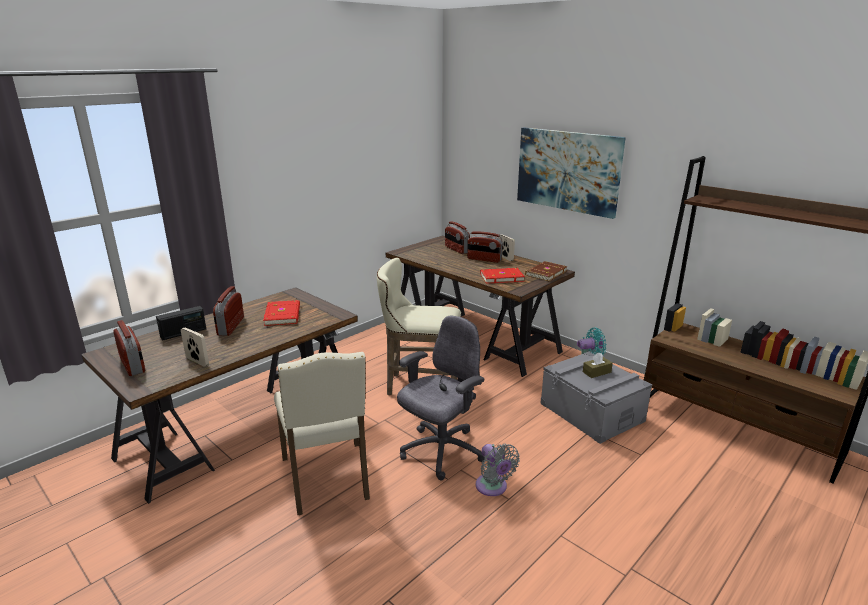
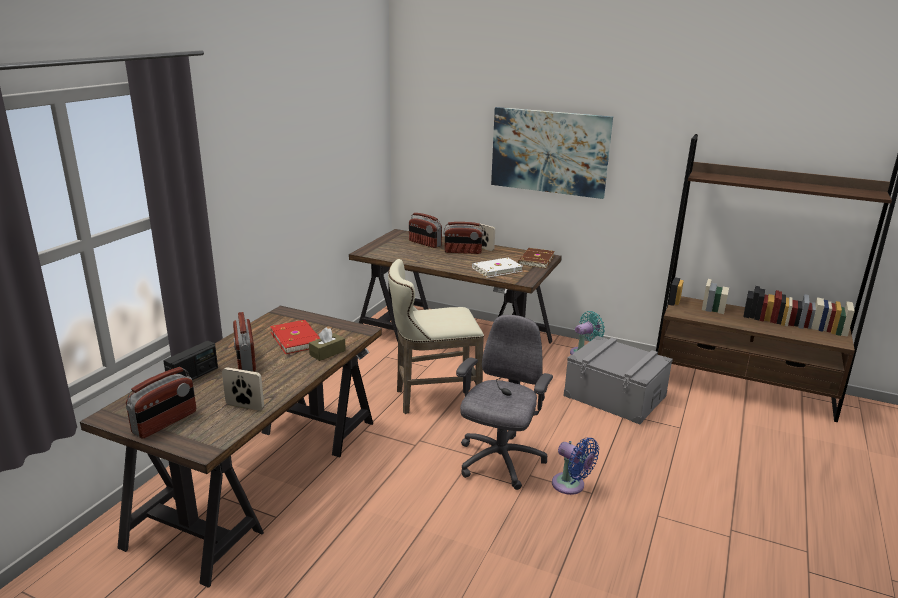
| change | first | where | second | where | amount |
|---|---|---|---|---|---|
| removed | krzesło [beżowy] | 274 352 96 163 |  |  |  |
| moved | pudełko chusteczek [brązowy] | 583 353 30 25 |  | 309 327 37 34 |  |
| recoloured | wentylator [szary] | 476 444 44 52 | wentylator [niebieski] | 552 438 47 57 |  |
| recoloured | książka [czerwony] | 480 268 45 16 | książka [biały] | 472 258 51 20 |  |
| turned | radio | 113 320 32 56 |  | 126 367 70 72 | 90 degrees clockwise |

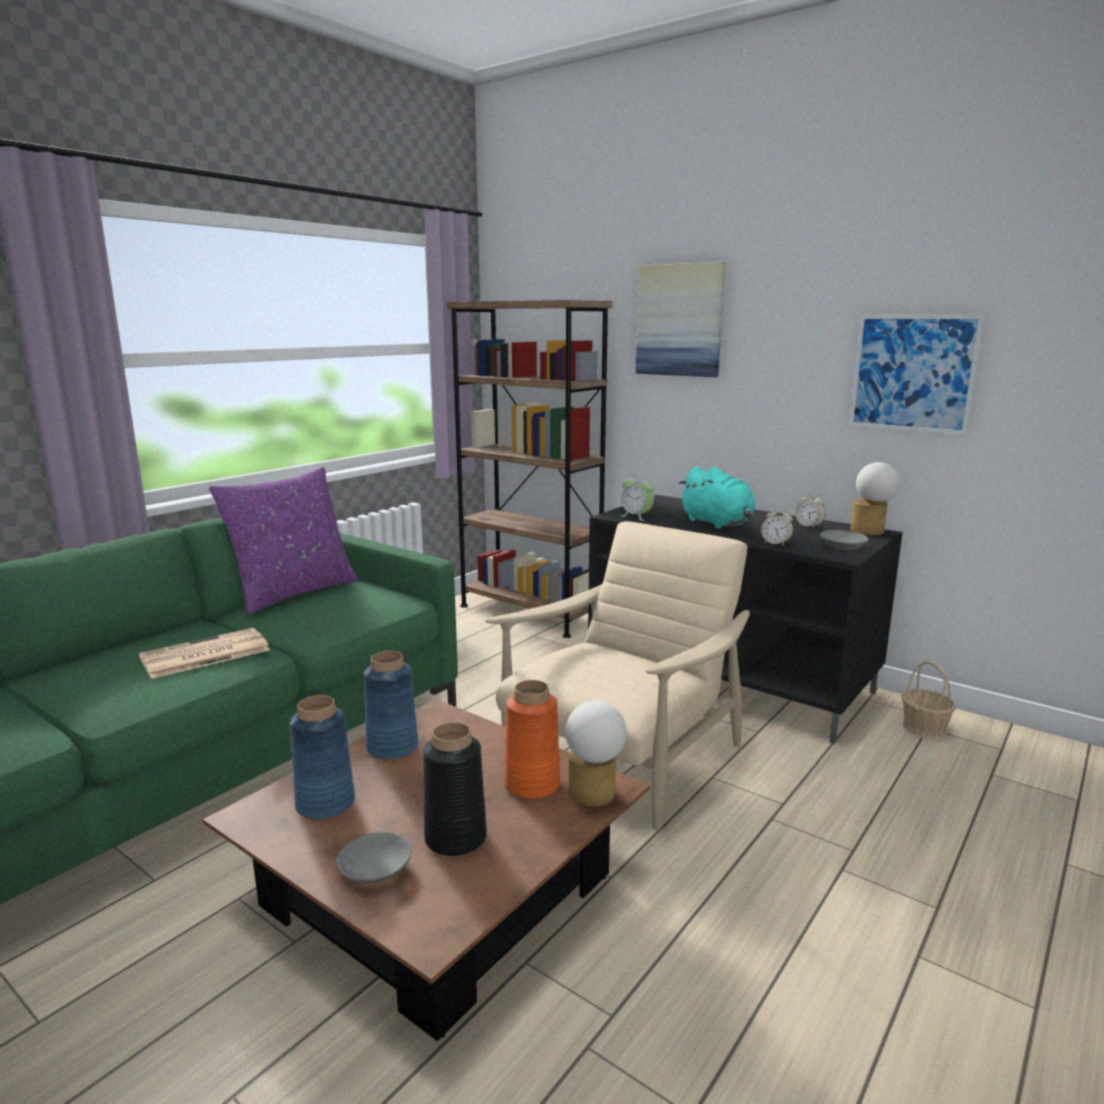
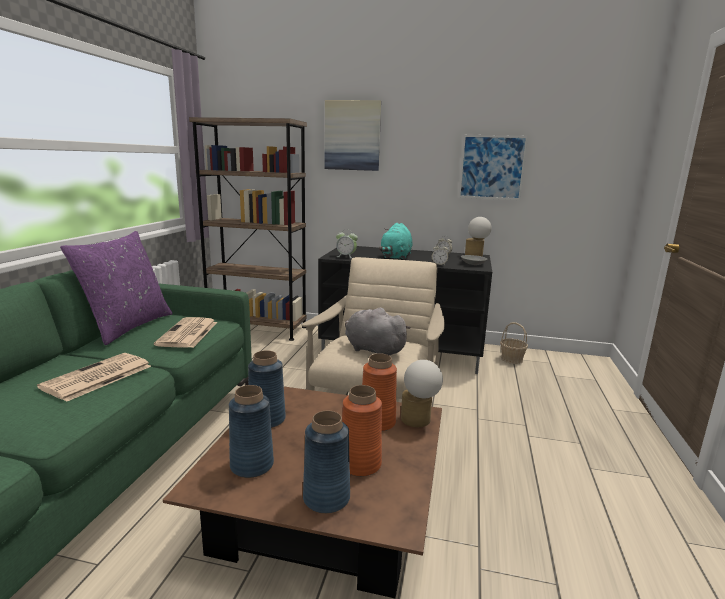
| change | first | where | second | where | amount |
|---|---|---|---|---|---|
| added |  |  | gazeta | 154 317 63 31 |  |
| added |  |  | pluszak [szary] | 345 308 66 48 |  |
| replaced | miska [szary] | 336 832 75 52 | wazon [niebieski] | 303 411 47 103 |  |
| recoloured | wazon [czarny] | 423 722 64 134 | wazon [pomarańczowy] | 342 385 40 92 |  |
| turned | pluszak [turkusowy] | 678 466 77 63 |  | 379 223 34 37 | 75 degrees clockwise |

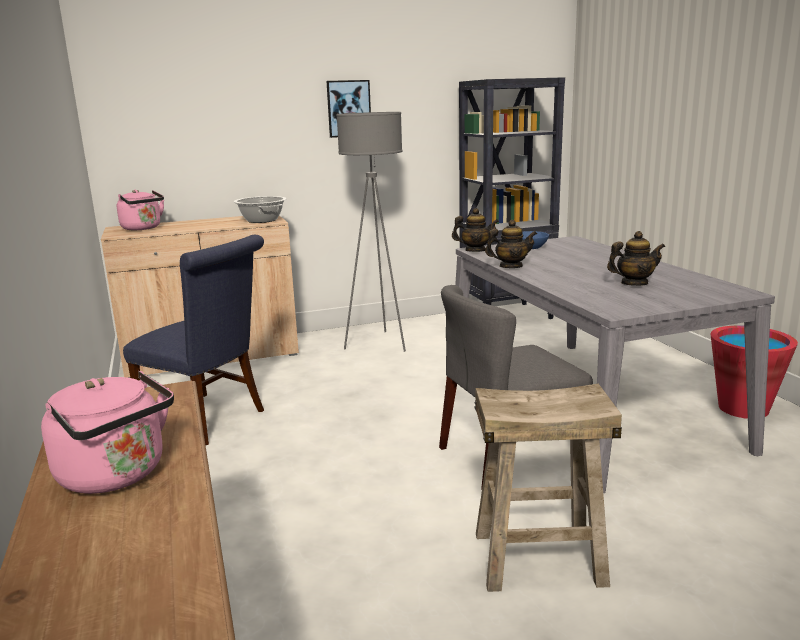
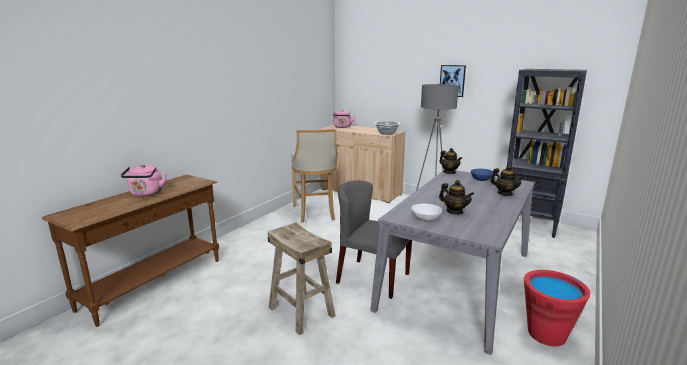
| change | first | where | second | where | amount |
|---|---|---|---|---|---|
| added |  |  | miska [biały] | 411 204 31 17 |  |
| moved | imbryk | 485 220 52 48 |  | 490 165 34 31 |  |
| replaced | krzesło [niebieski] | 123 235 141 210 | stołek [beżowy] | 291 129 47 94 |  |

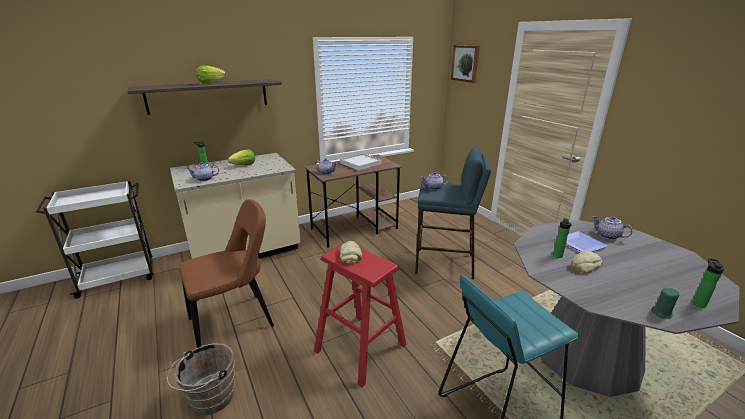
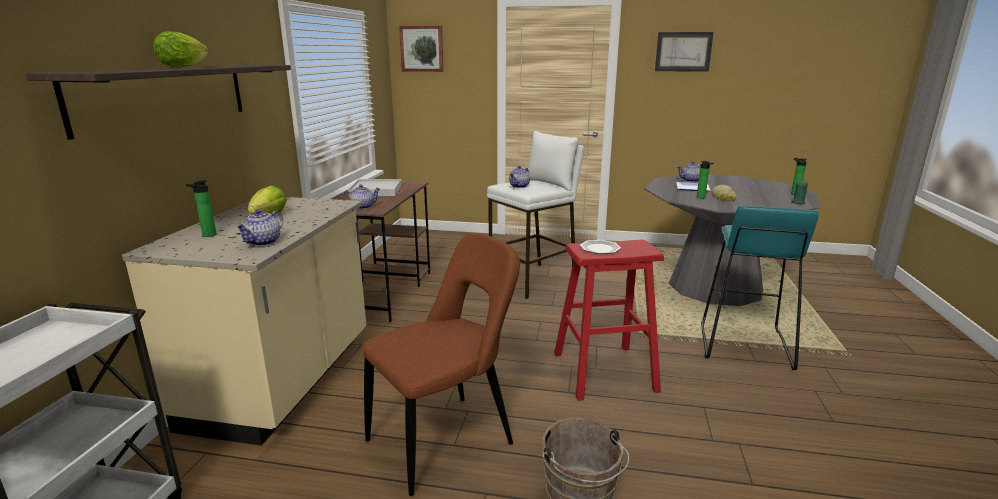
| change | first | where | second | where | amount |
|---|---|---|---|---|---|
| added |  |  | obraz | 655 32 59 40 |  |
| replaced | chleb | 340 241 22 23 | talerz | 580 240 41 14 |  |
| recoloured | stołek [niebieski] | 415 146 76 133 | stołek [biały] | 487 131 97 168 |  |
| turned | krzesło [brązowy] | 179 199 95 149 |  | 363 233 157 263 | 45 degrees clockwise |

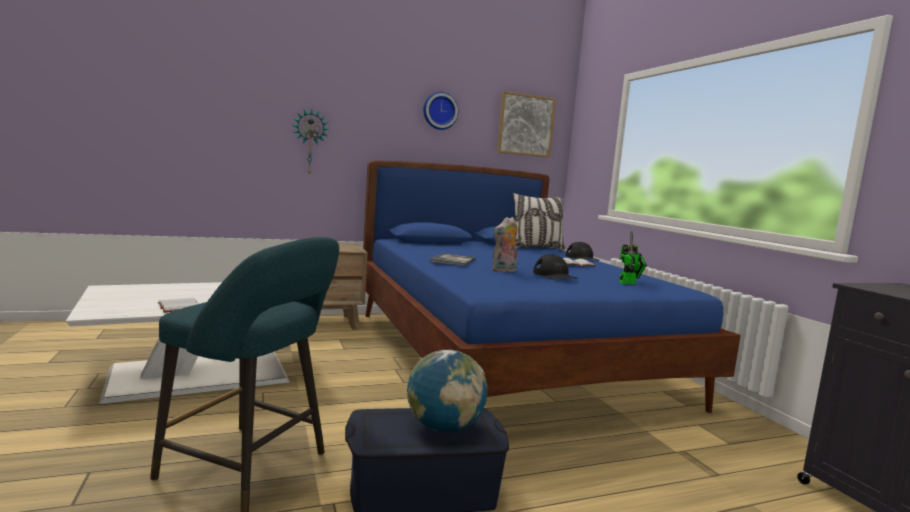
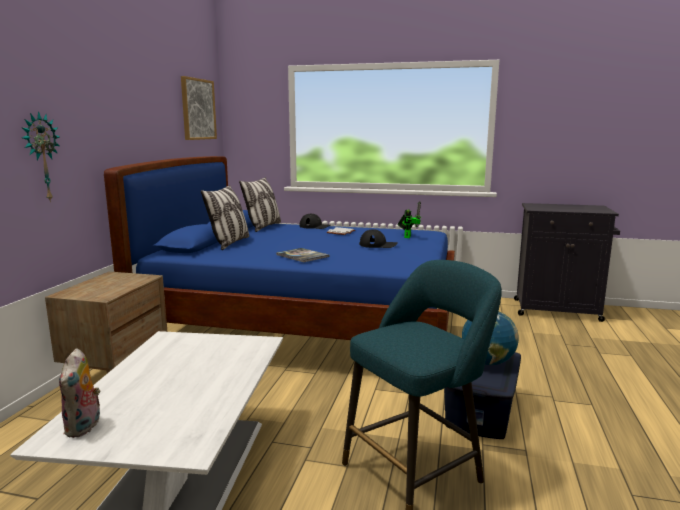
| change | first | where | second | where | amount |
|---|---|---|---|---|---|
| removed | książka [biały] | 158 298 41 15 |  |  |  |
| removed | zegar ścienny | 423 92 35 38 |  |  |  |
| added |  |  | poduszka | 201 185 48 65 |  |
| moved | pluszak | 492 217 25 55 |  | 59 348 41 90 |  |

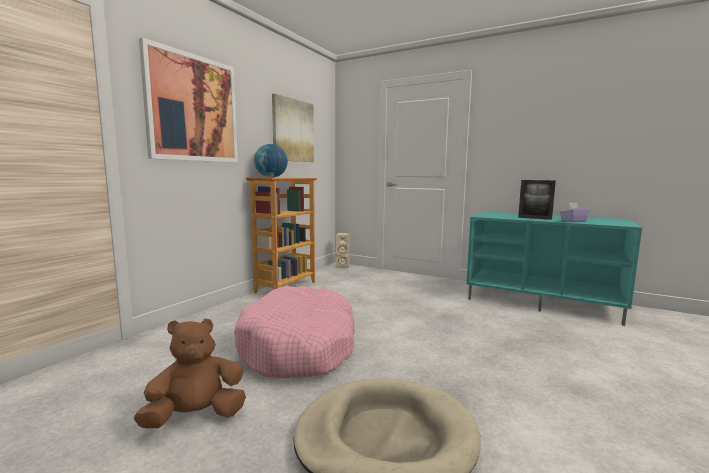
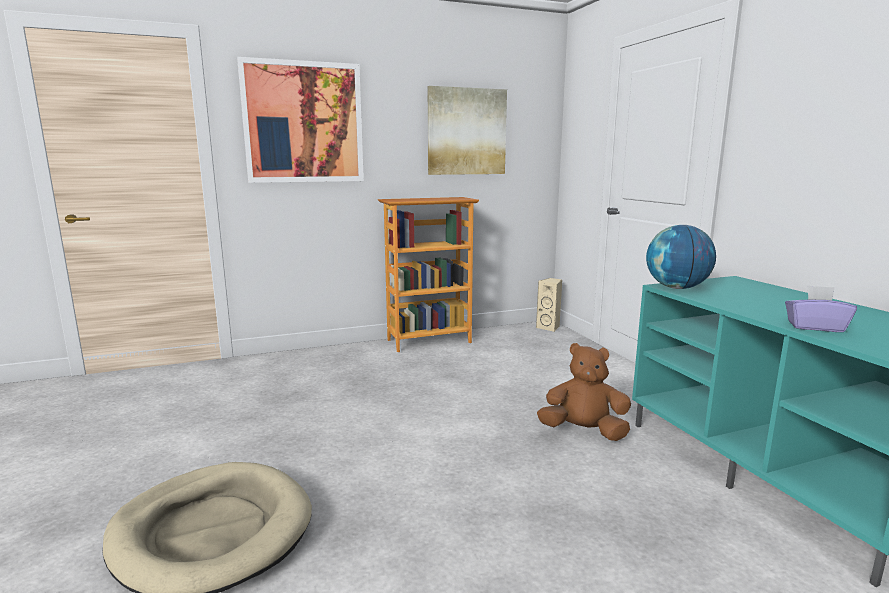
| change | first | where | second | where | amount |
|---|---|---|---|---|---|
| removed | legowisko [różowy] | 234 286 120 92 |  |  |  |
| removed | ramka na zdjęcie | 518 180 38 40 |  |  |  |
| moved | pluszak [brązowy] | 134 318 112 110 |  | 537 343 94 98 |  |
| moved | globus | 254 144 34 34 |  | 646 225 70 64 |  |

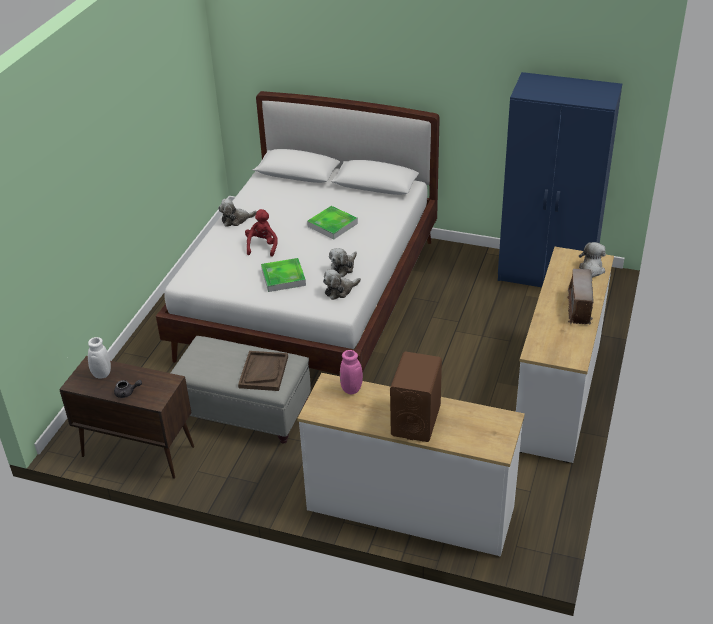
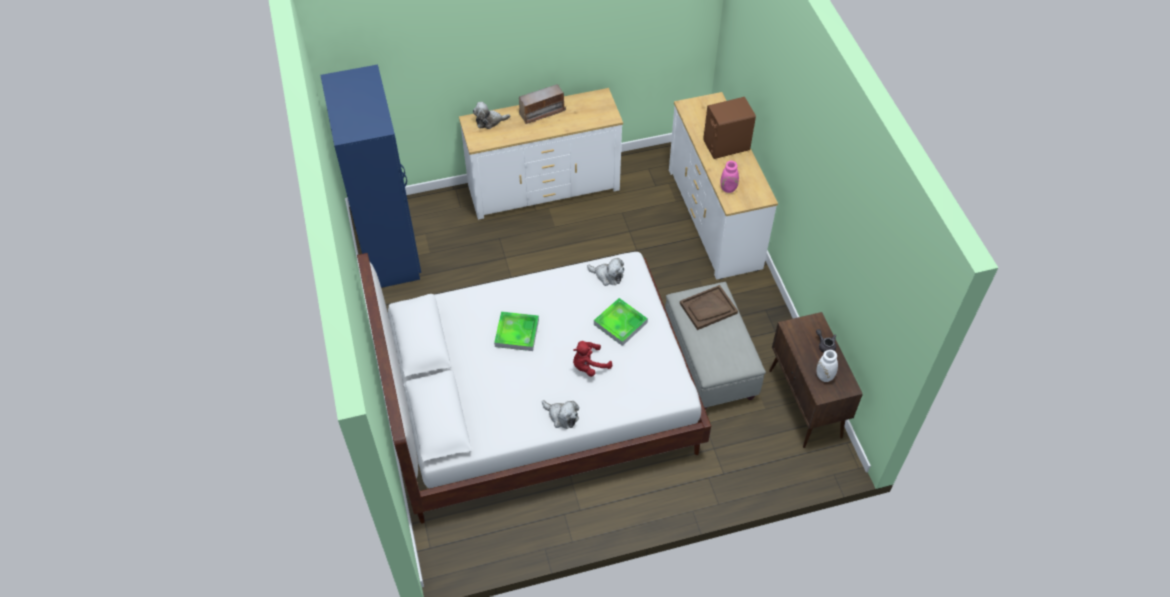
| change | first | where | second | where | amount |
|---|---|---|---|---|---|
| removed | pluszak | 329 248 28 29 |  |  |  |

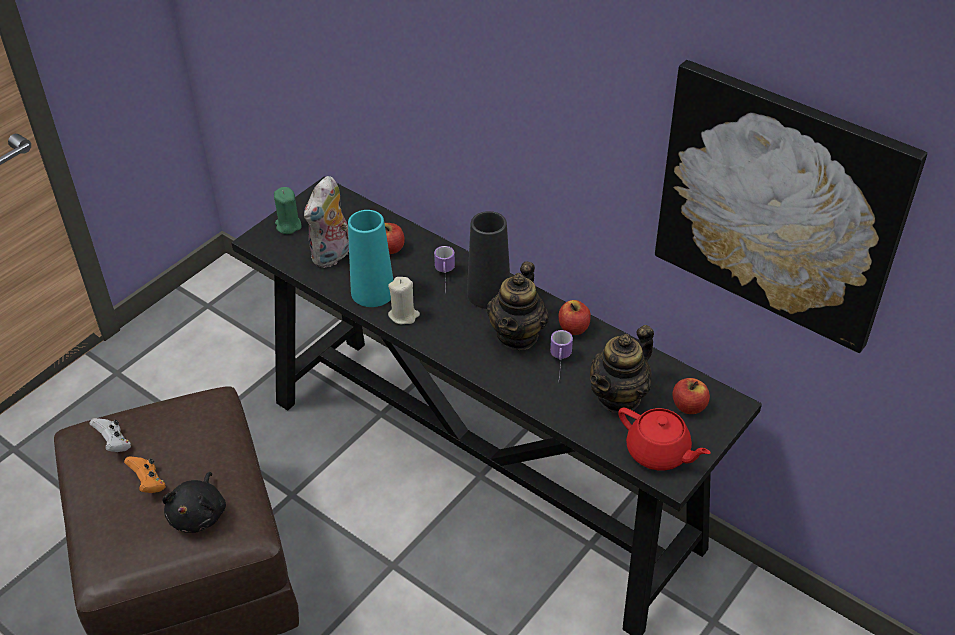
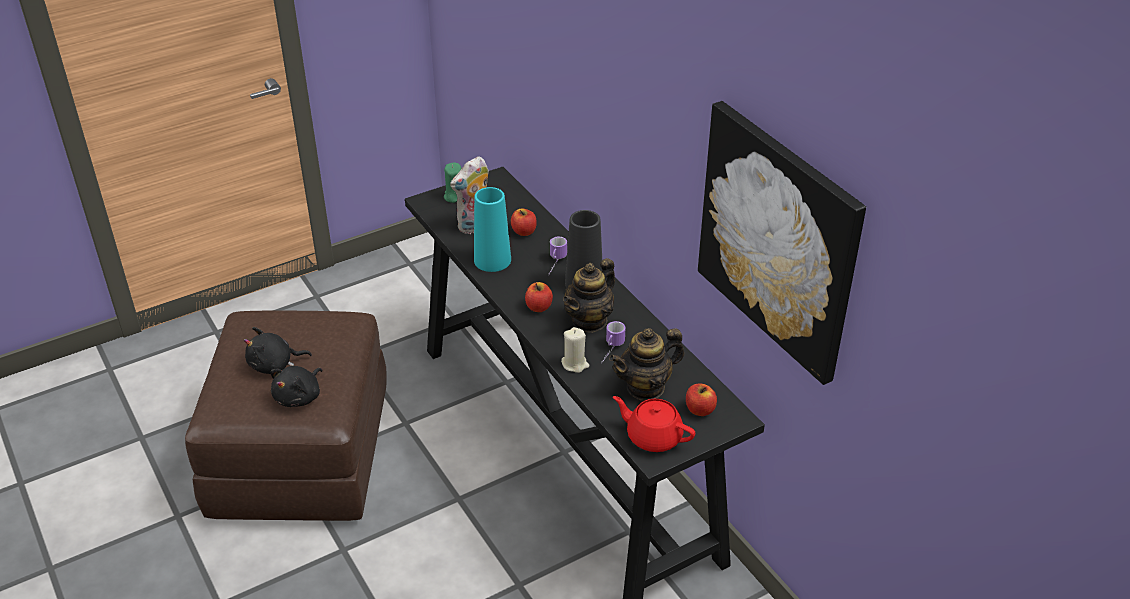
| change | first | where | second | where | amount |
|---|---|---|---|---|---|
| removed | pad do gier [biały] | 90 418 41 34 |  |  |  |
| moved | świeca [beżowy] | 388 277 32 47 |  | 561 327 28 46 |  |
| moved | jabłko | 558 300 33 35 |  | 525 282 28 30 |  |
| replaced | pad do gier [pomarańczowy] | 124 456 42 37 | pluszak [czarny] | 244 327 68 47 |  |
| turned | imbryk [czerwony] | 618 408 93 62 |  | 613 396 82 56 | 150 degrees clockwise |

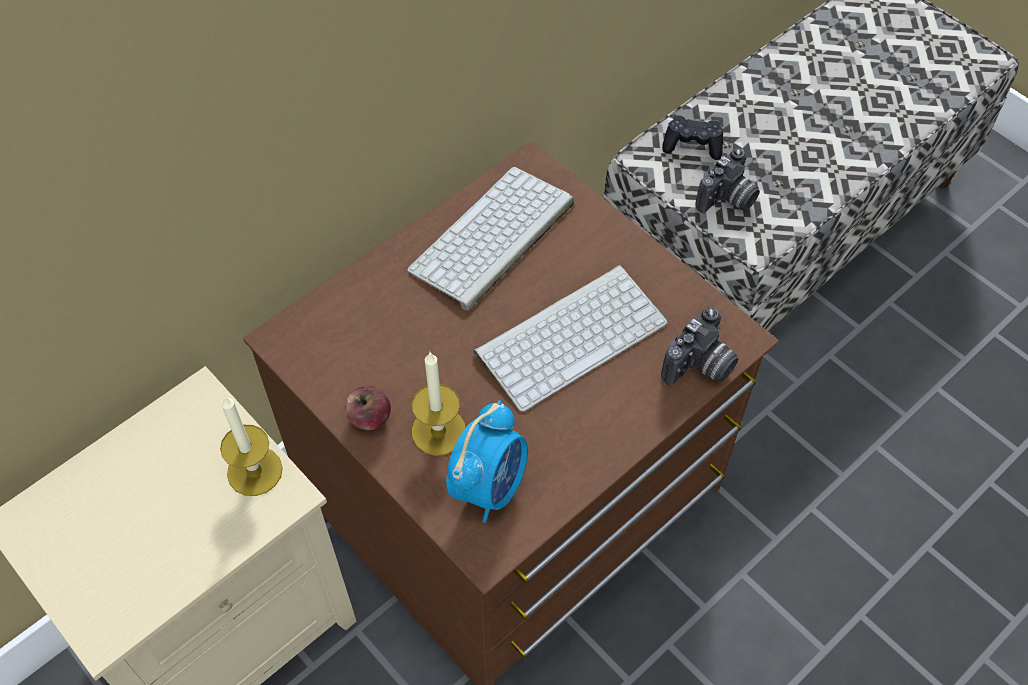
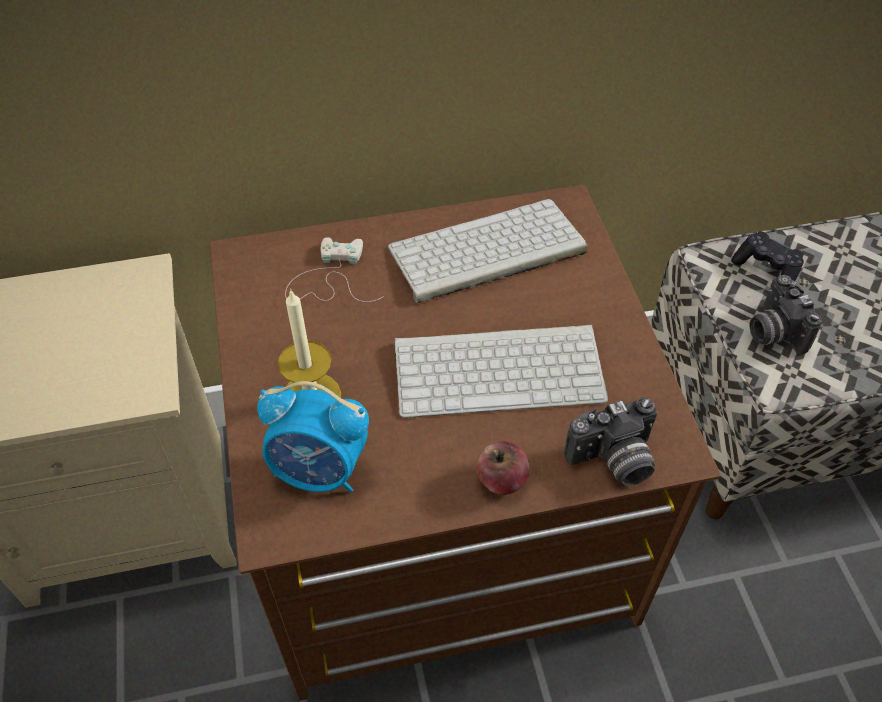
| change | first | where | second | where | amount |
|---|---|---|---|---|---|
| removed | świeca | 220 395 63 101 |  |  |  |
| added |  |  | pad do gier [biały] | 285 237 99 65 |  |
| moved | jabłko | 345 385 46 45 |  | 477 442 52 53 |  |
| turned | budzik | 446 400 82 123 |  | 257 381 112 111 | 45 degrees clockwise |
| turned | aparat fotograficzny | 695 148 65 65 |  | 750 275 72 80 | 90 degrees clockwise |

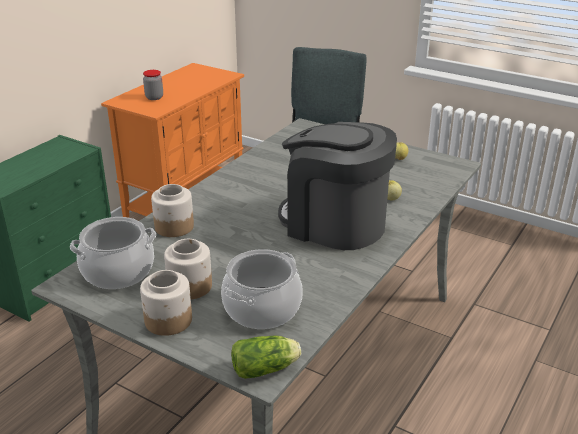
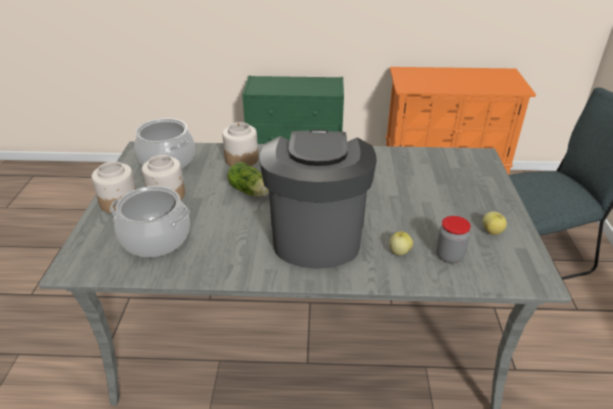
| change | first | where | second | where | amount |
|---|---|---|---|---|---|
| moved | słoik | 143 70 20 30 |  | 436 216 35 47 |  |
| moved | sałata | 231 336 70 43 |  | 227 162 42 35 |  |

